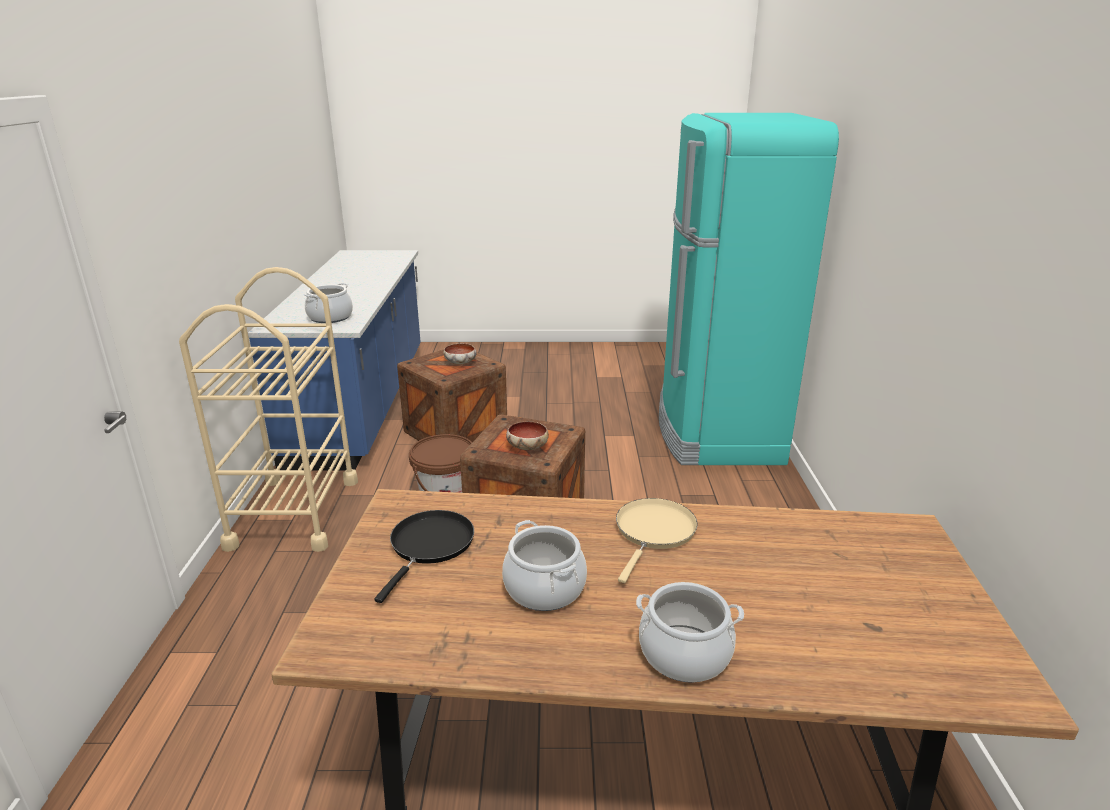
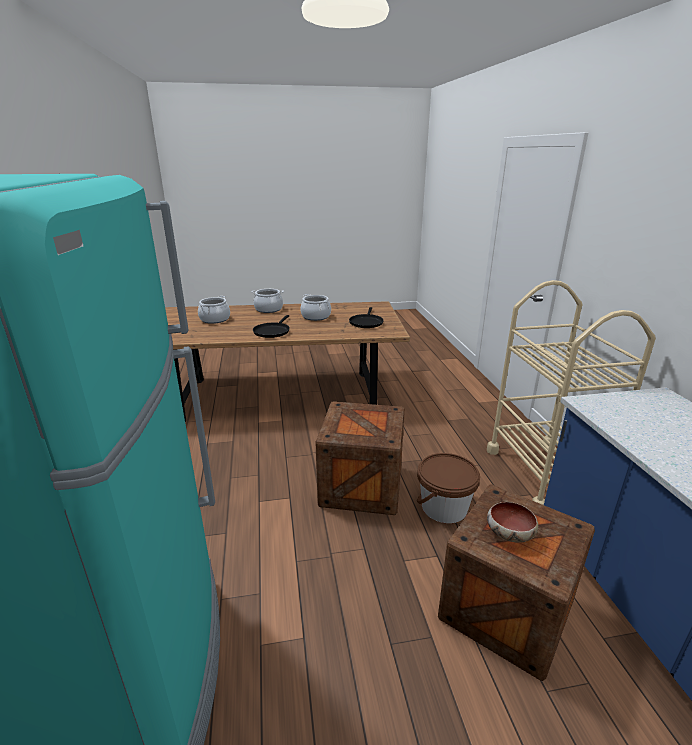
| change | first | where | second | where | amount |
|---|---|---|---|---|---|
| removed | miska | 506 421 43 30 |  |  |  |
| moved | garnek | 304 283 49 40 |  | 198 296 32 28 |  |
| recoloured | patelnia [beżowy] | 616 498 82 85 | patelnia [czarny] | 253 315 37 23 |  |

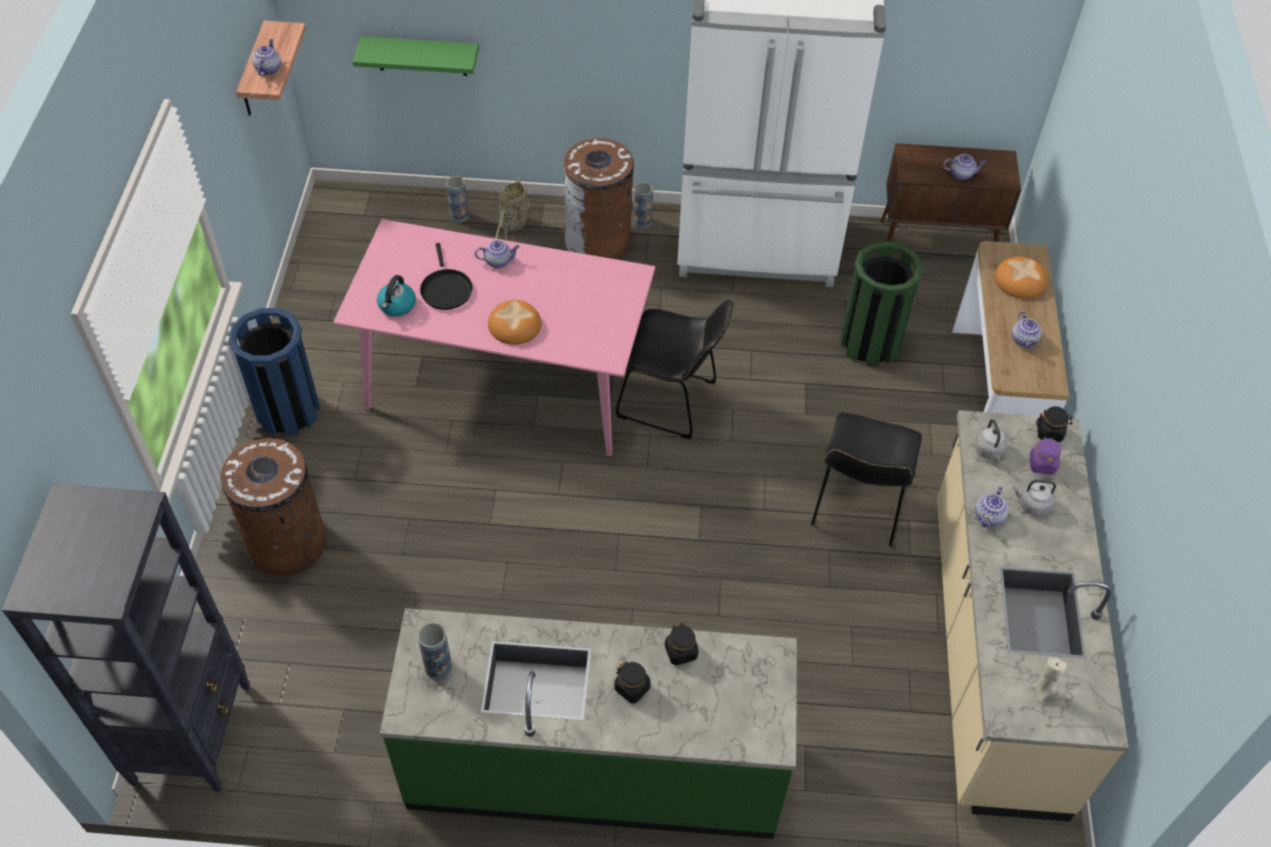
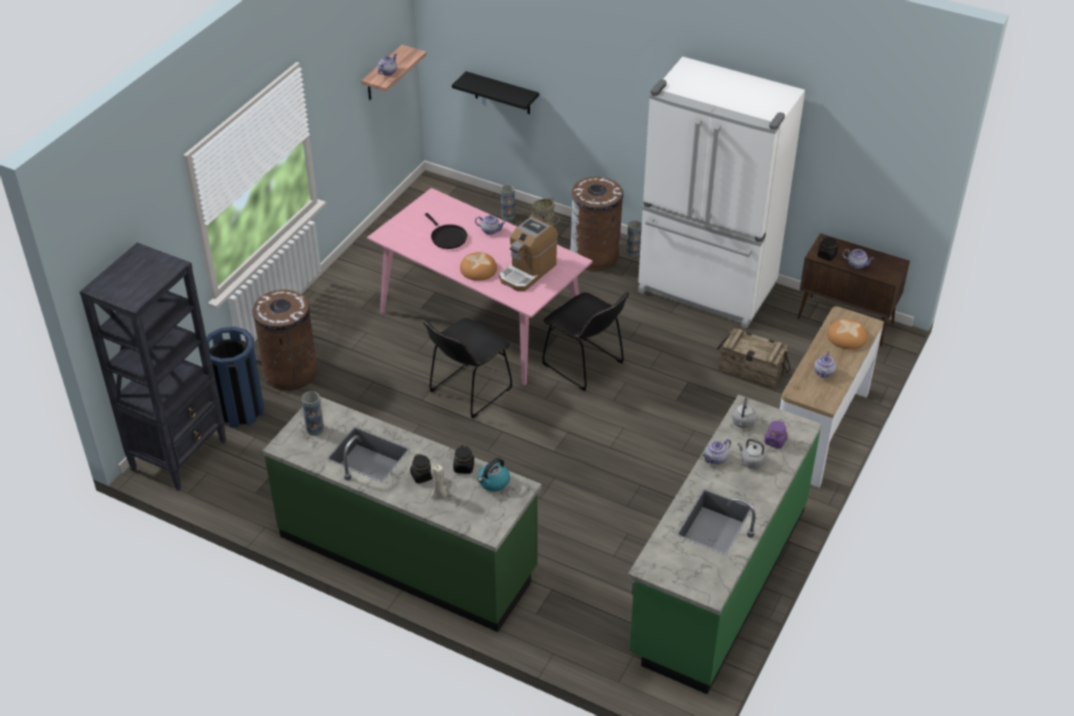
| change | first | where | second | where | amount |
|---|---|---|---|---|---|
| added |  |  | ekspres do kawy | 499 216 59 75 |  |
| moved | kosz na śmieci [niebieski] | 228 308 92 129 |  | 206 327 59 101 |  |
| moved | czajnik | 377 275 39 42 |  | 478 458 32 34 |  |
| moved | krzesło [czarny] | 811 413 111 133 |  | 423 318 89 100 |  |
| moved | świeca [beżowy] | 1031 657 36 46 |  | 431 462 16 36 |  |
| moved | słoik [czarny] | 1036 406 37 36 |  | 818 237 22 24 |  |
| replaced | kosz na śmieci [zielony] | 841 241 82 126 | skrzynka | 717 328 73 61 |  |
| recoloured | półka [zielony] | 353 36 126 40 | półka [czarny] | 452 71 87 43 |  |
| recoloured | zabudowa kuchenna [beżowy] | 937 410 192 412 | zabudowa kuchenna [zielony] | 628 395 194 299 |  |
| turned | patelnia [czarny] | 420 243 53 67 |  | 425 213 43 36 | 45 degrees counterclockwise |

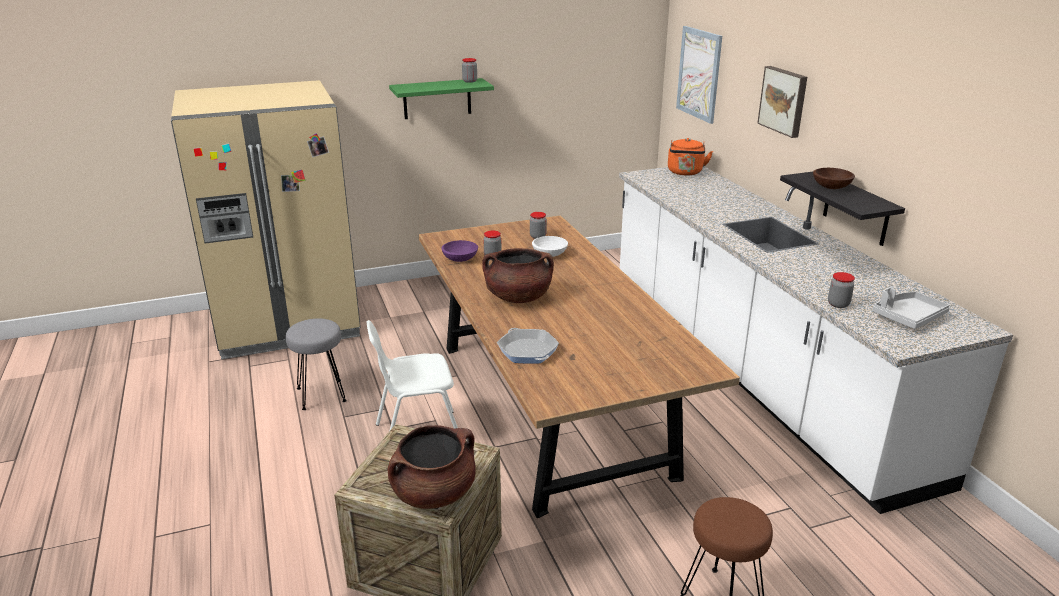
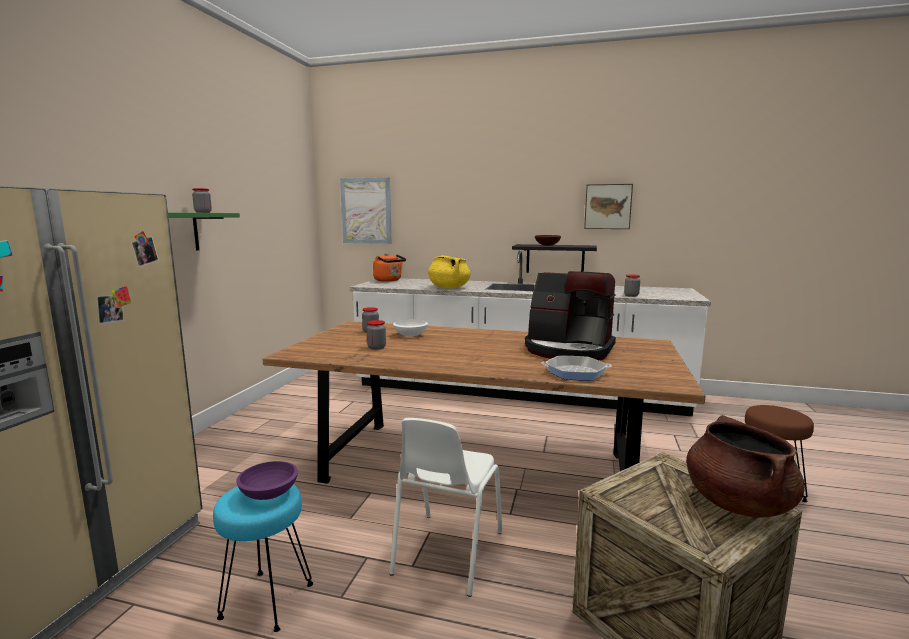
| change | first | where | second | where | amount |
|---|---|---|---|---|---|
| removed | garnek [brązowy] | 482 248 72 55 |  |  |  |
| removed | taca [szary] | 872 287 78 42 |  |  |  |
| added |  |  | garnek [żółty] | 428 255 43 33 |  |
| added |  |  | ekspres do kawy | 525 271 91 90 |  |
| moved | miska [fioletowy] | 441 240 37 22 |  | 236 461 62 39 |  |
| moved | obraz | 757 66 50 72 |  | 584 184 49 45 |  |
| recoloured | stołek [szary] | 286 318 61 92 | stołek [turkusowy] | 213 484 100 148 |  |

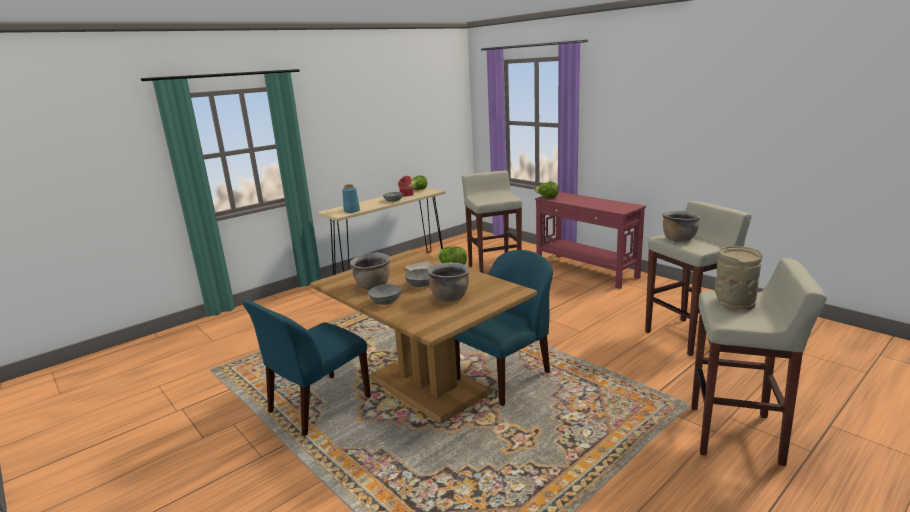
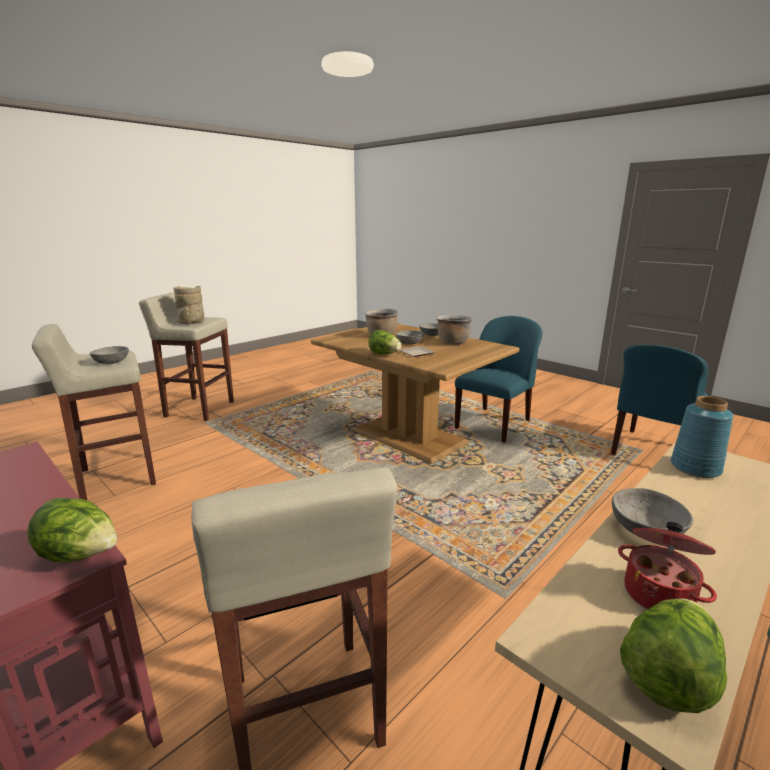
| change | first | where | second | where | amount |
|---|---|---|---|---|---|
| moved | krzesło [niebieski] | 454 250 99 156 |  | 611 345 97 110 |  |
| replaced | garnek [brązowy] | 662 211 39 31 | miska [szary] | 89 346 40 18 |  |

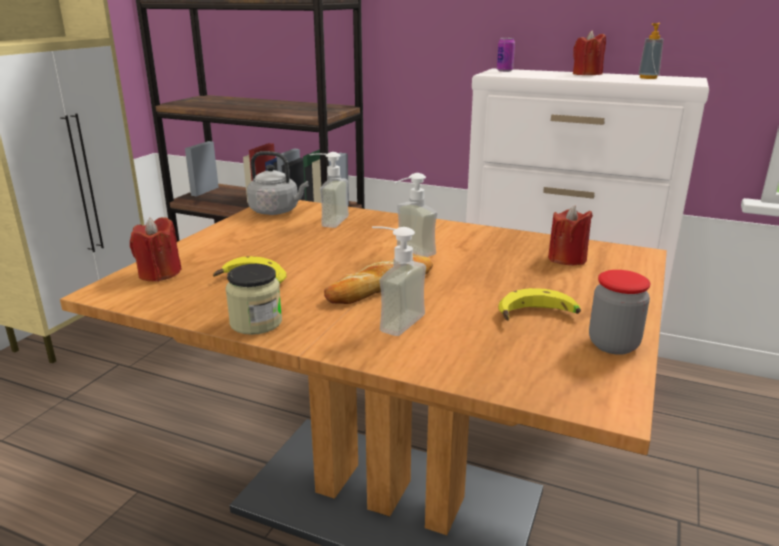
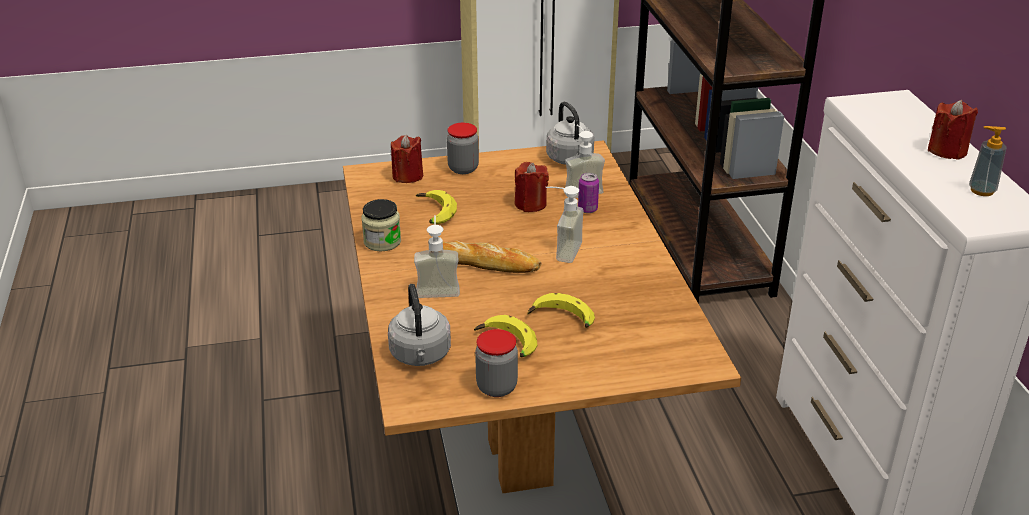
| change | first | where | second | where | amount |
|---|---|---|---|---|---|
| added |  |  | czajnik [szary] | 388 284 63 82 |  |
| added |  |  | słoik | 447 123 32 51 |  |
| added |  |  | banan | 528 293 67 35 |  |
| moved | puszka | 497 38 18 34 |  | 578 173 21 40 |  |
| moved | świeca [czerwony] | 548 205 45 60 |  | 515 162 34 50 |  |

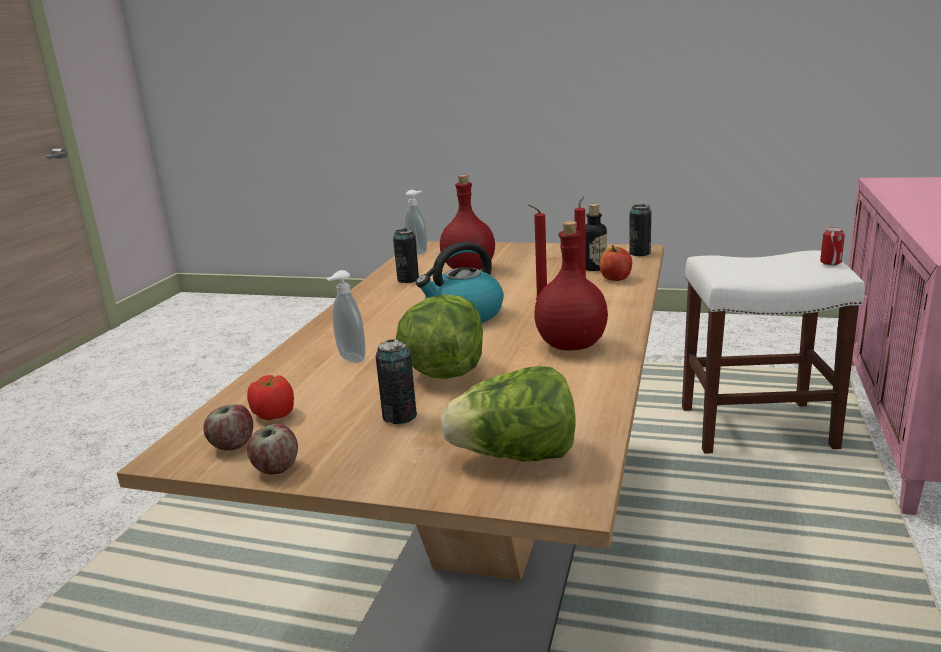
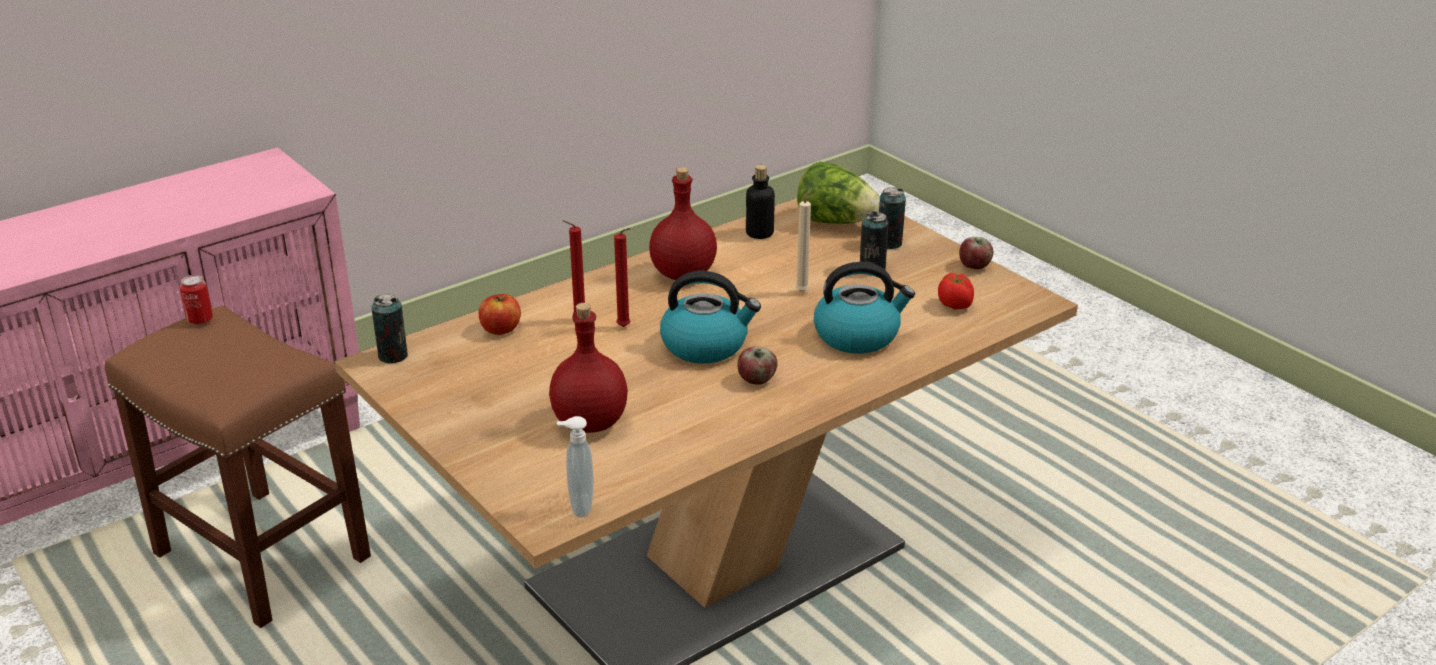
| change | first | where | second | where | amount |
|---|---|---|---|---|---|
| moved | jabłko | 203 404 50 47 |  | 738 346 40 39 |  |
| moved | puszka | 393 229 26 54 |  | 879 187 27 62 |  |
| moved | butelka | 585 204 22 67 |  | 746 165 29 74 |  |
| replaced | dozownik mydła | 326 270 39 93 | czajnik | 814 262 101 92 |  |
| replaced | sałata | 396 294 87 85 | świeca [beżowy] | 795 189 17 103 |  |
| recoloured | stołek [biały] | 682 250 183 204 | stołek [brązowy] | 105 306 266 322 |  |

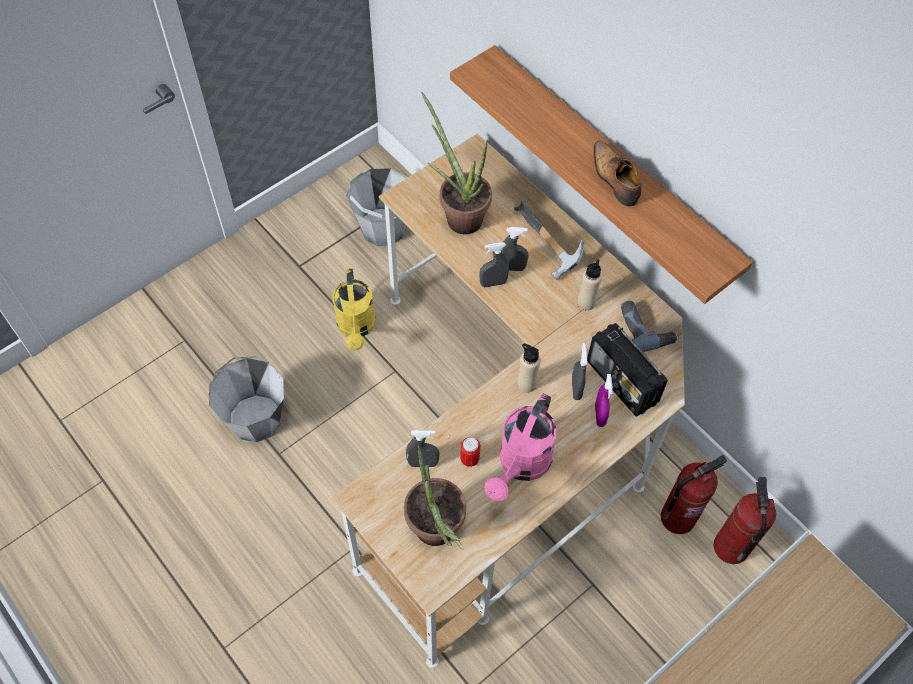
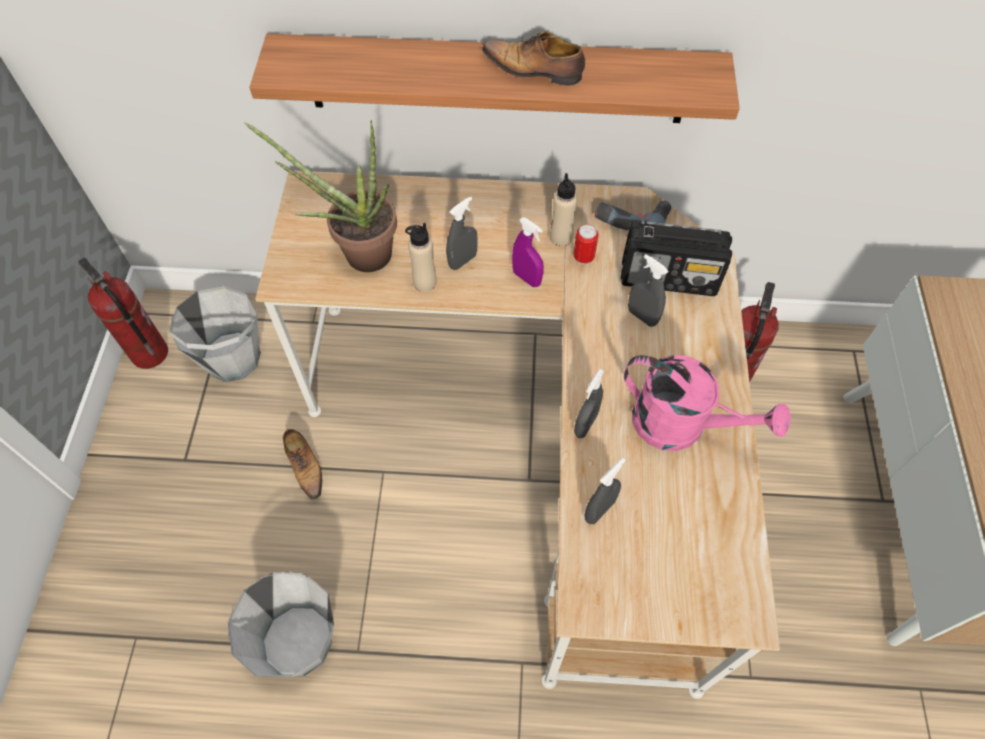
| change | first | where | second | where | amount |
|---|---|---|---|---|---|
| removed | roślina doniczkowa | 404 446 62 104 |  |  |  |
| removed | młotek | 514 201 70 79 |  |  |  |
| moved | puszka | 460 437 21 30 |  | 573 224 25 40 |  |
| moved | spryskiwacz [szary] | 479 242 30 45 |  | 574 369 30 69 |  |
| moved | butelka [beżowy] | 517 344 24 49 |  | 405 223 31 69 |  |
| moved | spryskiwacz [fioletowy] | 595 374 18 53 |  | 512 217 32 70 |  |
| moved | gaśnica | 714 477 62 87 |  | 78 257 90 112 |  |
| replaced | konewka [żółty] | 333 268 43 82 | but | 283 429 39 71 |  |
| turned | konewka [różowy] | 485 393 72 108 |  | 624 355 167 96 | 45 degrees counterclockwise |

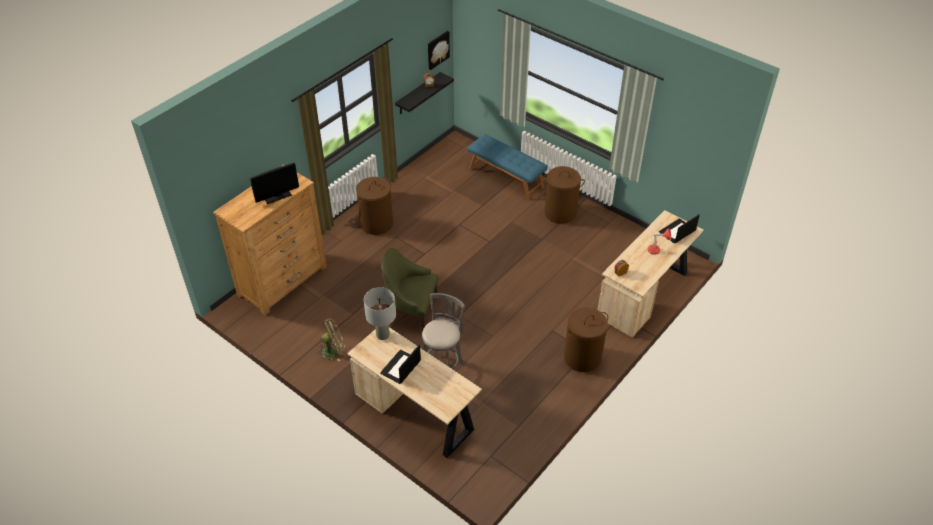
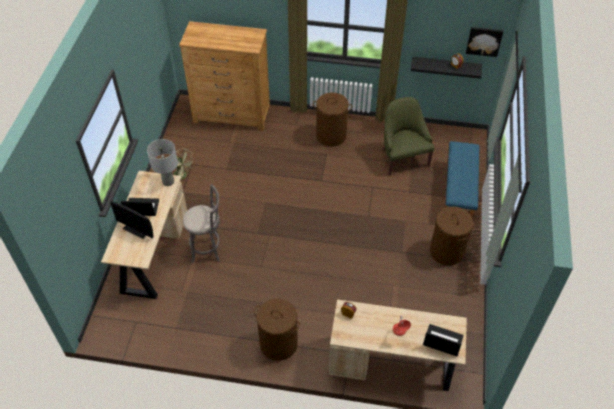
| change | first | where | second | where | amount |
|---|---|---|---|---|---|
| moved | monitor | 250 163 49 41 |  | 110 200 43 39 |  |
| moved | fotel [zielony] | 381 248 57 84 |  | 382 97 52 79 |  |

